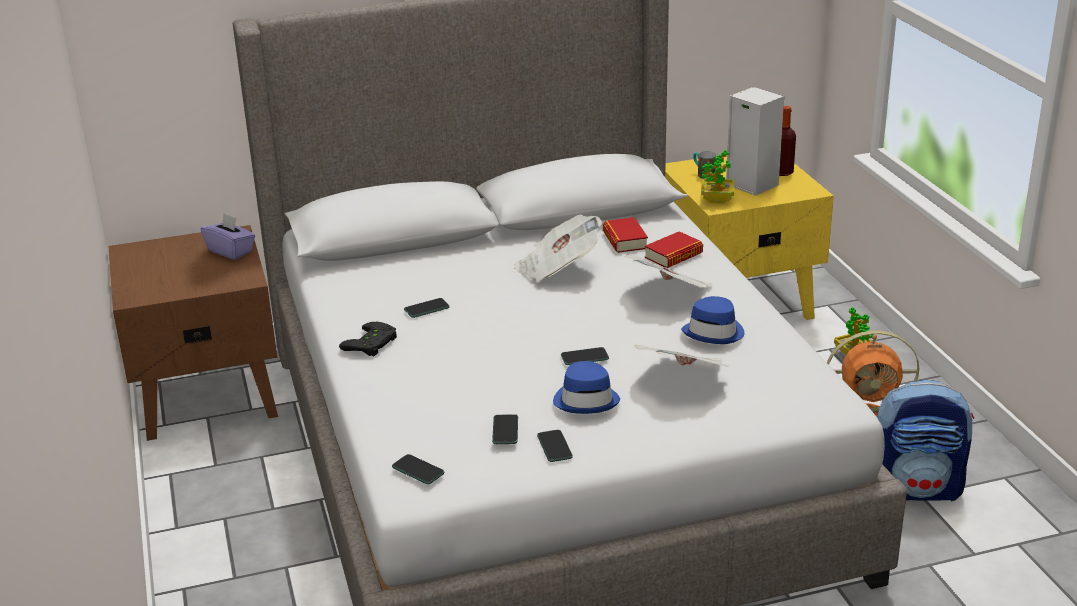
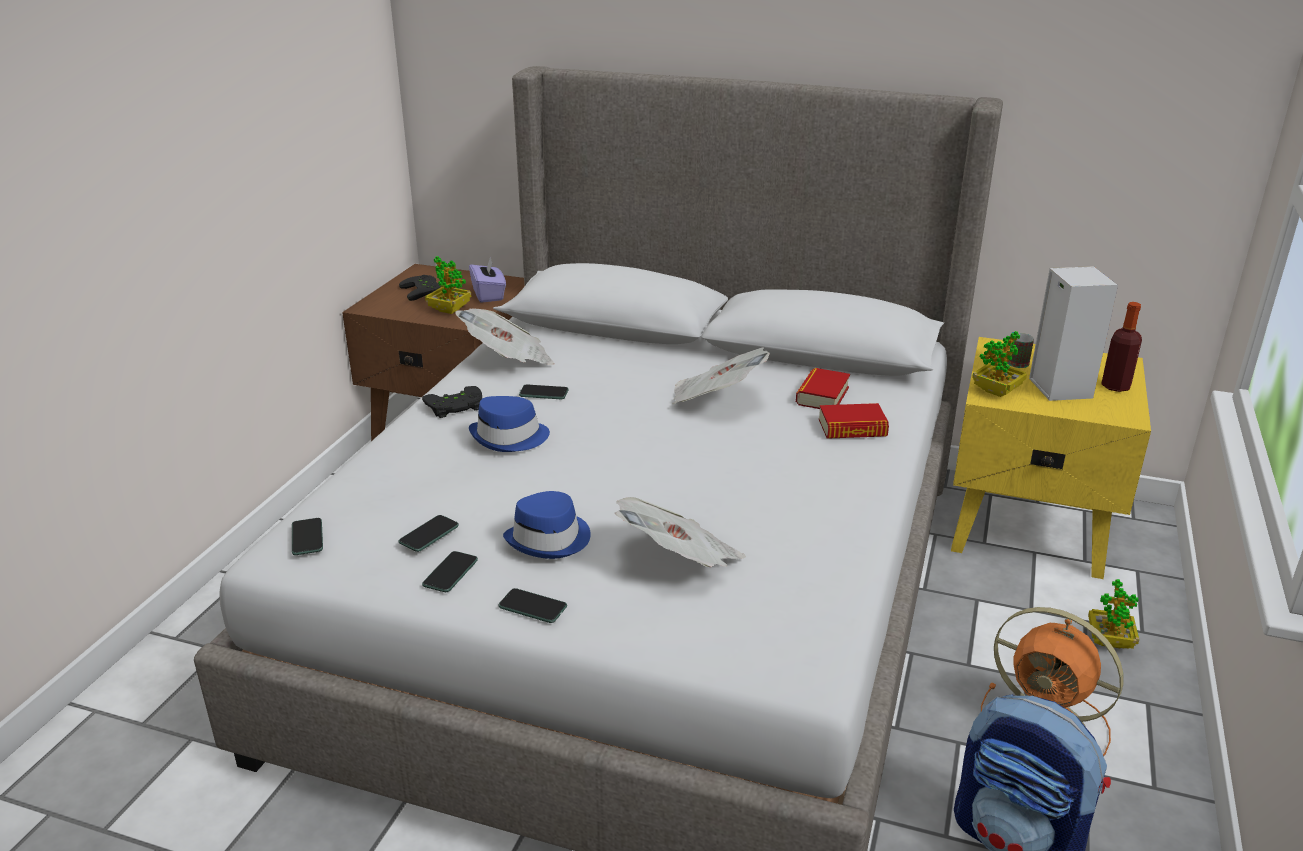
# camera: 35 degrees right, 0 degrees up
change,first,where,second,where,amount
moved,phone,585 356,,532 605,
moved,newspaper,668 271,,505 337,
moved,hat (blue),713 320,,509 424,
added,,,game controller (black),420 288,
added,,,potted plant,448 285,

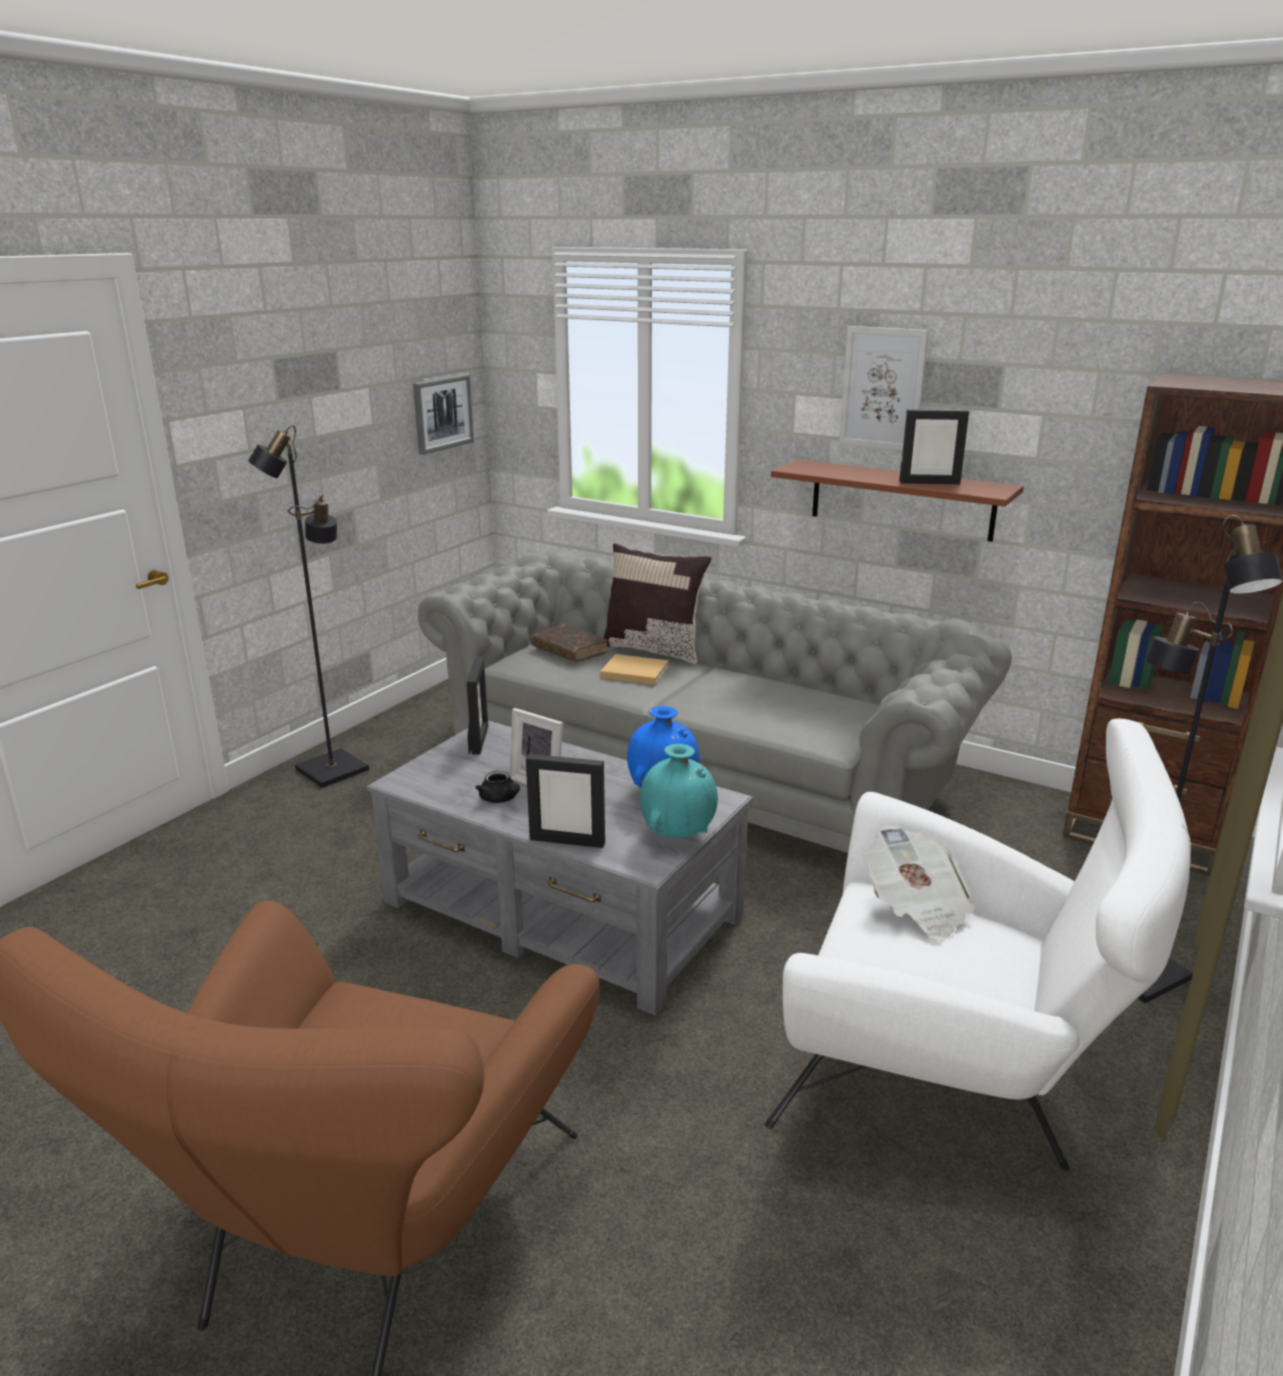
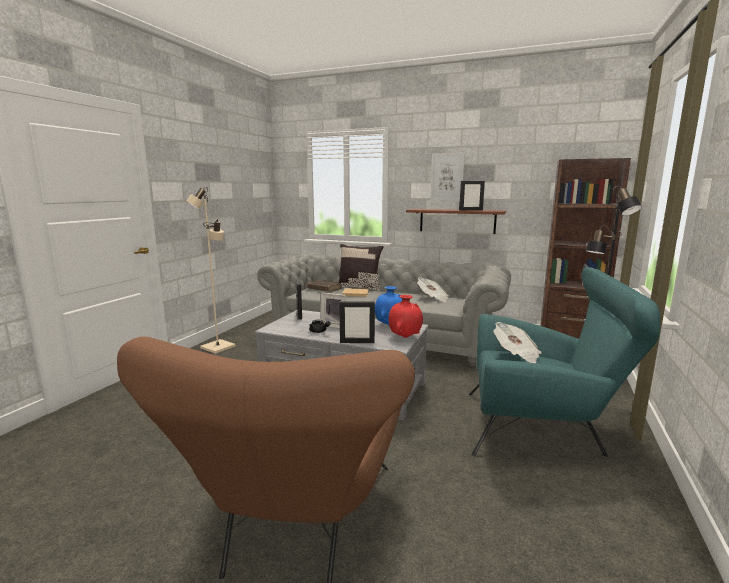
# camera: 10 degrees left, 10 degrees down
change,first,where,second,where,amount
recoloured,floor lamp (black),308 606,floor lamp (beige),211 270,
removed,picture,443 414,,,
recoloured,vase (turquoise),679 791,vase (red),405 316,
recoloured,armchair (white),977 945,armchair (turquoise),564 362,
added,,,newspaper,433 289,

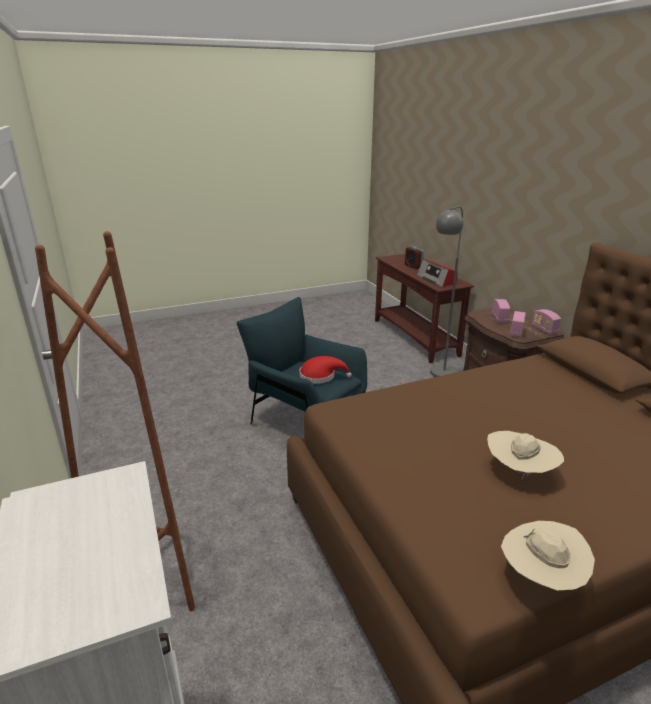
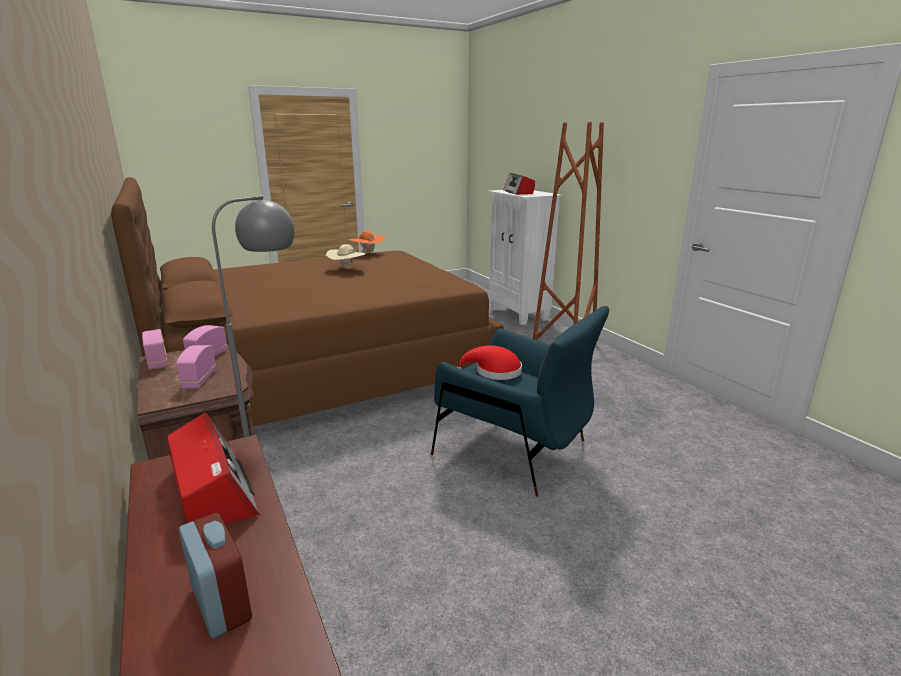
# camera: 175 degrees right, 5 degrees down
change,first,where,second,where,amount
recoloured,hat (beige),548 555,hat (orange),367 242,
added,,,radio,519 184,

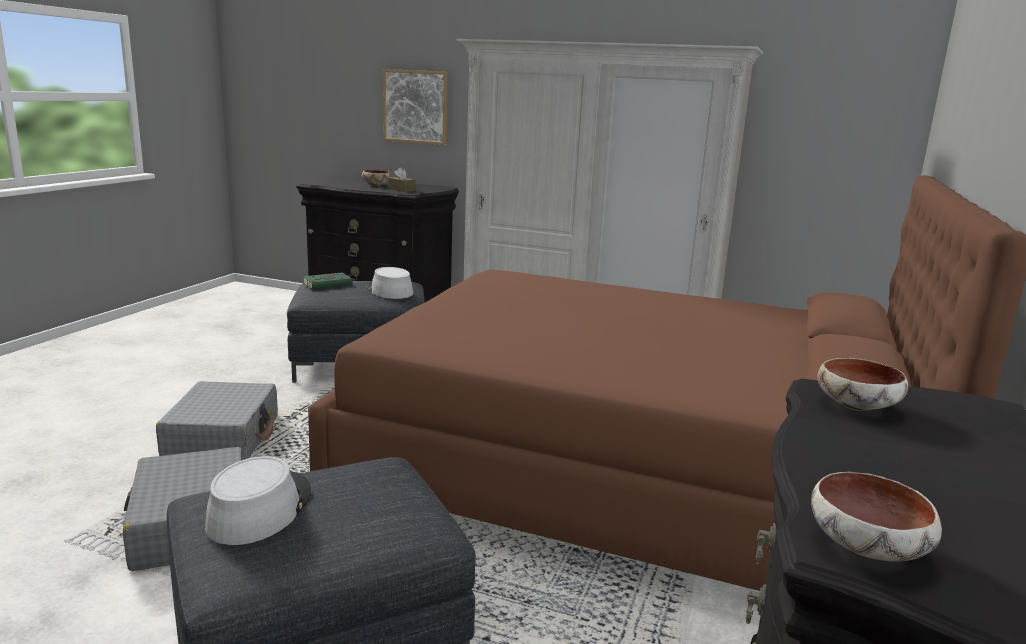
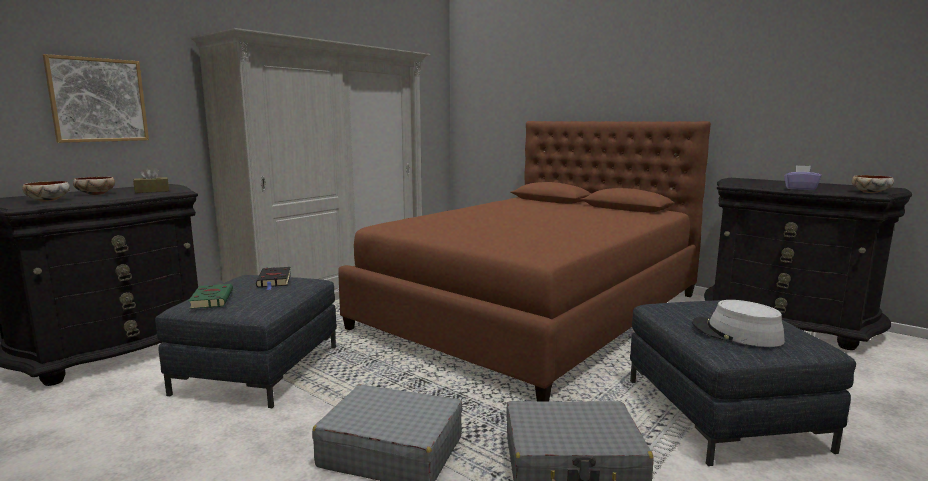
# camera: 70 degrees left, 5 degrees down
change,first,where,second,where,amount
replaced,hat (grey),389 283,book (black),273 278,
moved,bowl,862 384,,46 191,
added,,,tissue box (purple),803 177,

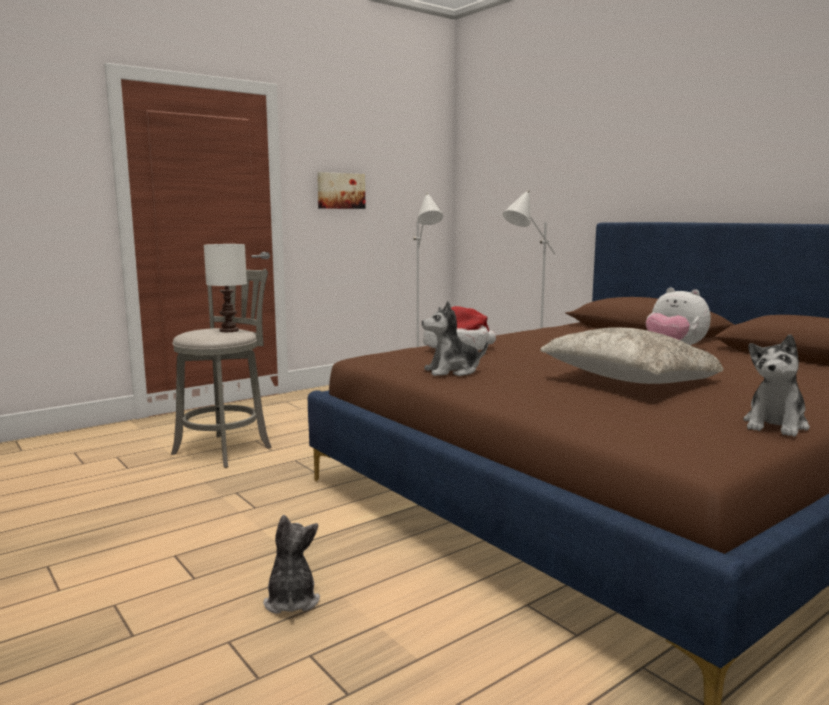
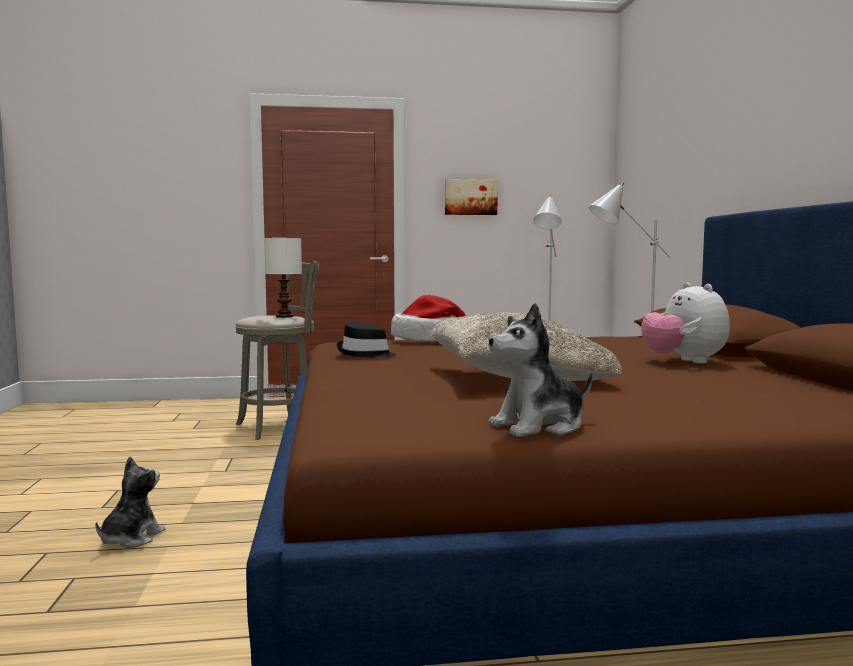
# camera: 30 degrees right, 5 degrees down
change,first,where,second,where,amount
replaced,plush toy,455 338,hat (black),366 340,

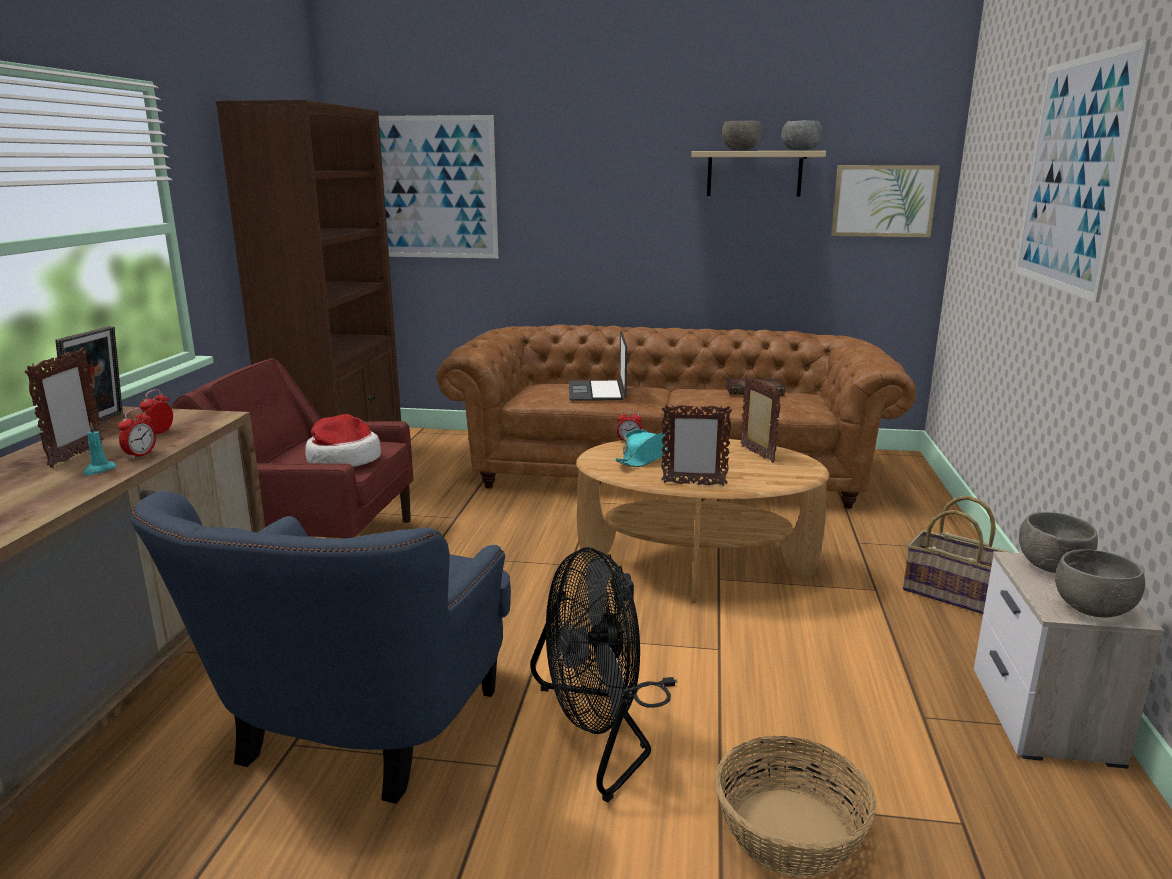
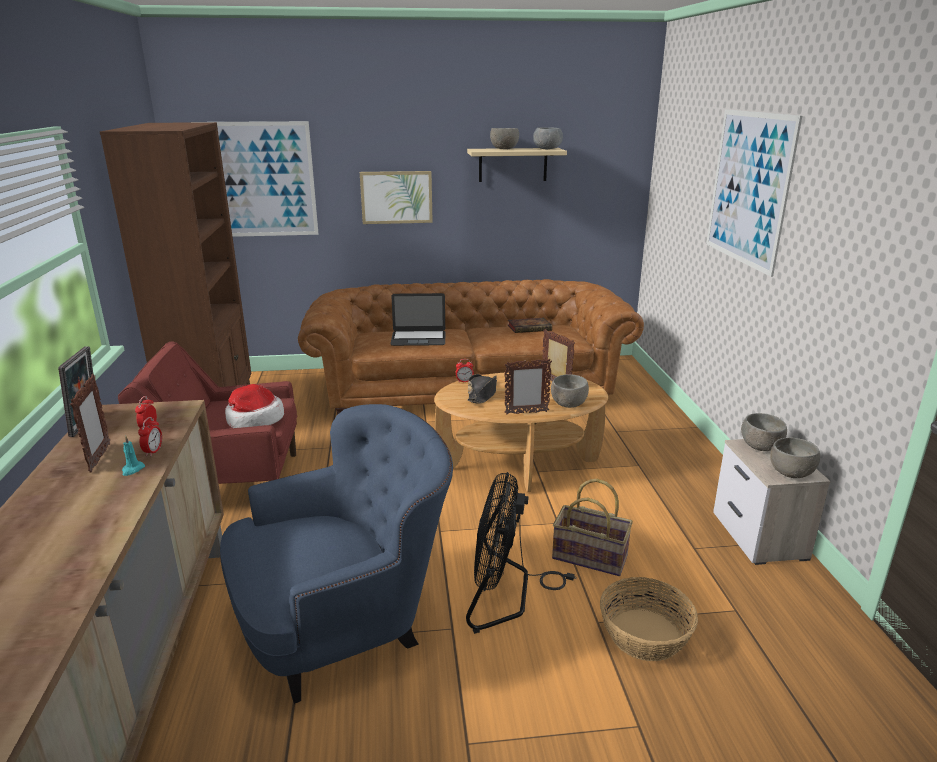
# camera: 15 degrees left, 5 degrees up
change,first,where,second,where,amount
turned,armchair (blue),320 647,,336 554,120 degrees counterclockwise
turned,fan (black),604 675,,521 553,45 degrees clockwise
turned,laptop,598 366,,417 319,75 degrees counterclockwise
recoloured,hat (turquoise),641 448,hat (black),482 388,
moved,picture,885 201,,396 197,
moved,basket,957 555,,592 527,
added,,,bowl (grey),570 391,

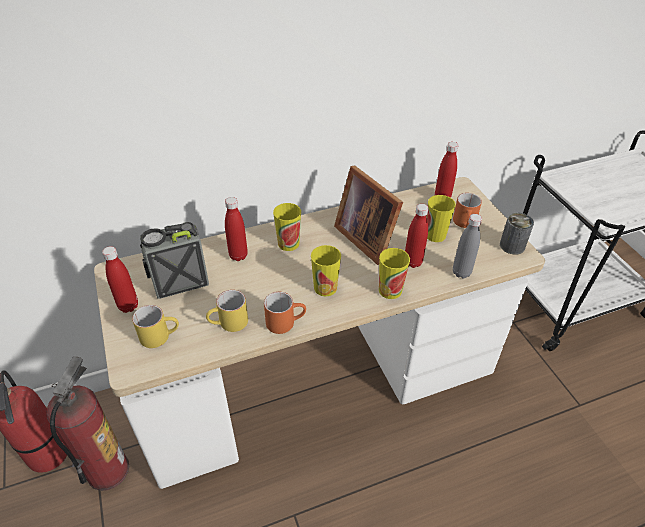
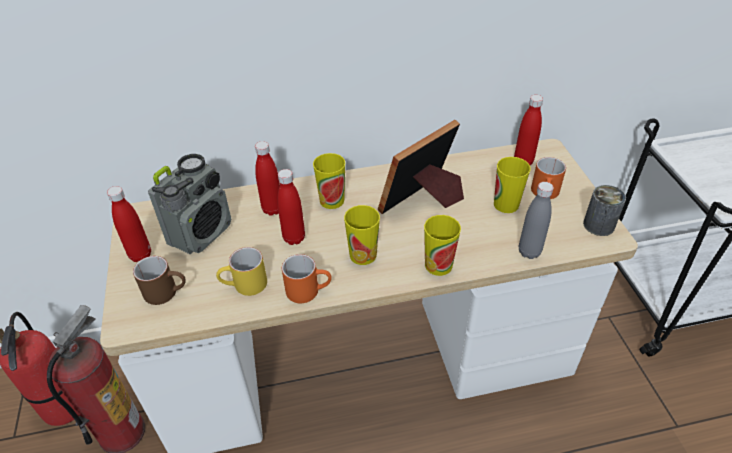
# camera: 10 degrees right, 0 degrees up
change,first,where,second,where,amount
recoloured,mug (yellow),155 326,mug (brown),159 280,
turned,radio,174 260,,189 204,135 degrees clockwise
turned,picture frame,368 215,,421 167,75 degrees clockwise
moved,bottle (red),417 236,,291 207,

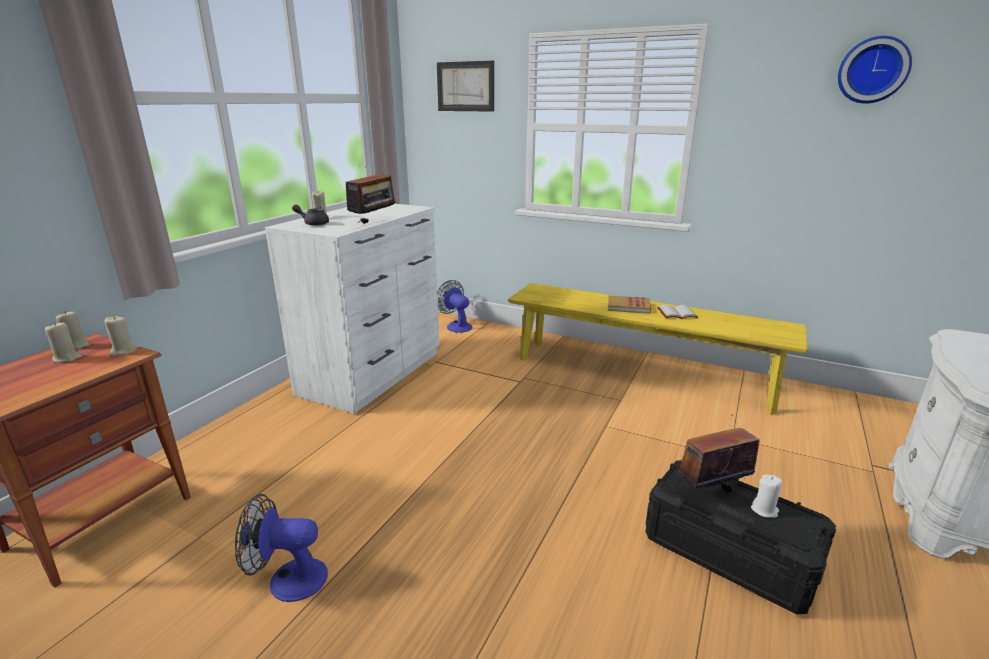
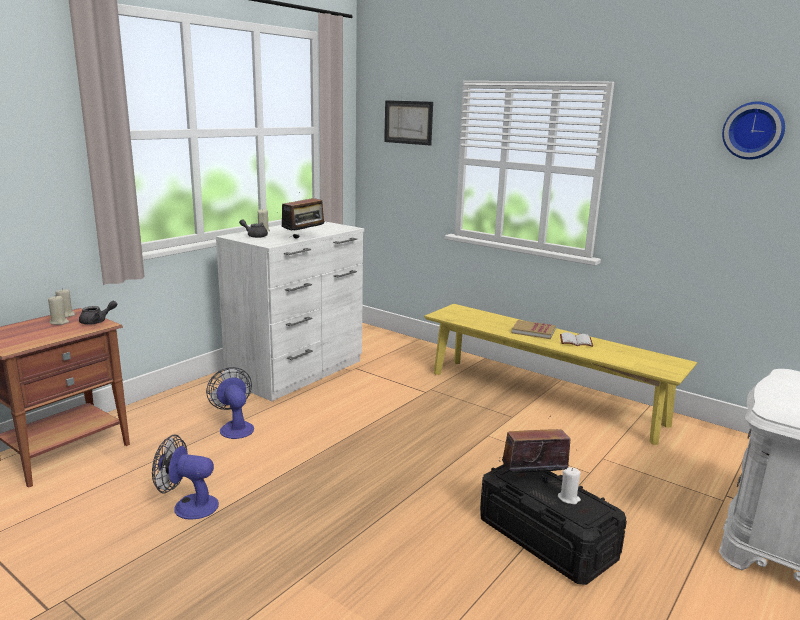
# camera: 10 degrees right, 5 degrees down
change,first,where,second,where,amount
replaced,candle (beige),121 336,teapot (grey),98 313,
moved,fan,455 306,,230 403,

